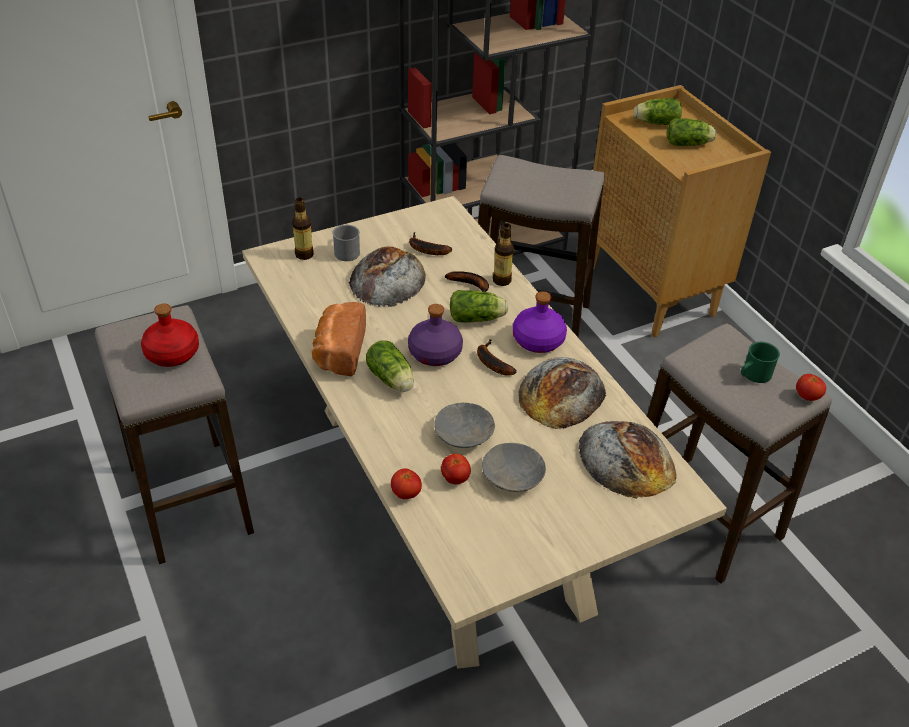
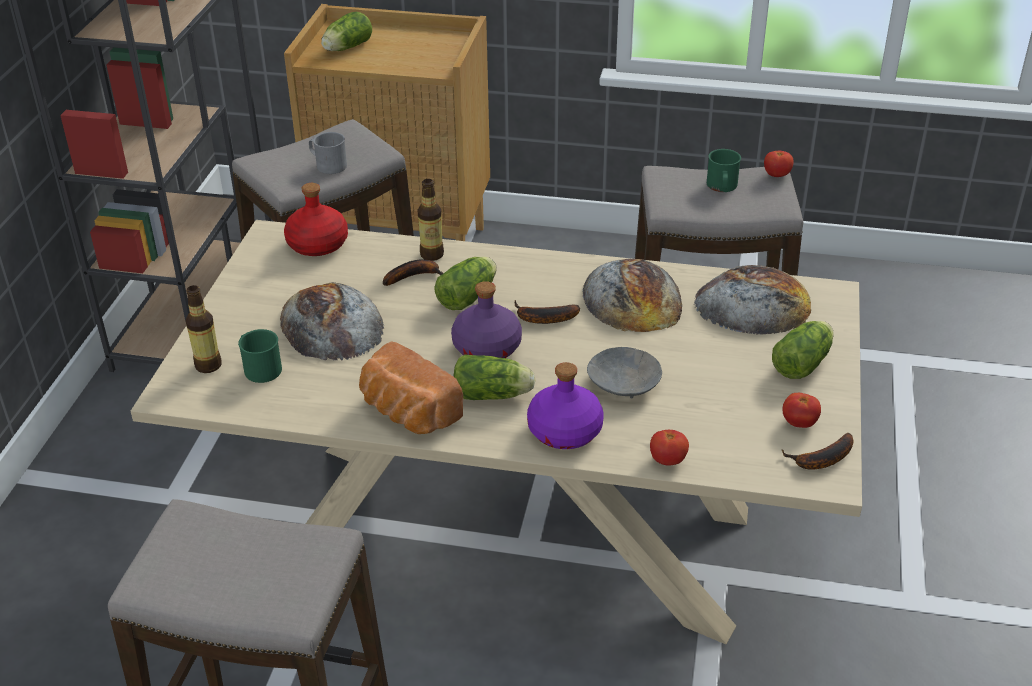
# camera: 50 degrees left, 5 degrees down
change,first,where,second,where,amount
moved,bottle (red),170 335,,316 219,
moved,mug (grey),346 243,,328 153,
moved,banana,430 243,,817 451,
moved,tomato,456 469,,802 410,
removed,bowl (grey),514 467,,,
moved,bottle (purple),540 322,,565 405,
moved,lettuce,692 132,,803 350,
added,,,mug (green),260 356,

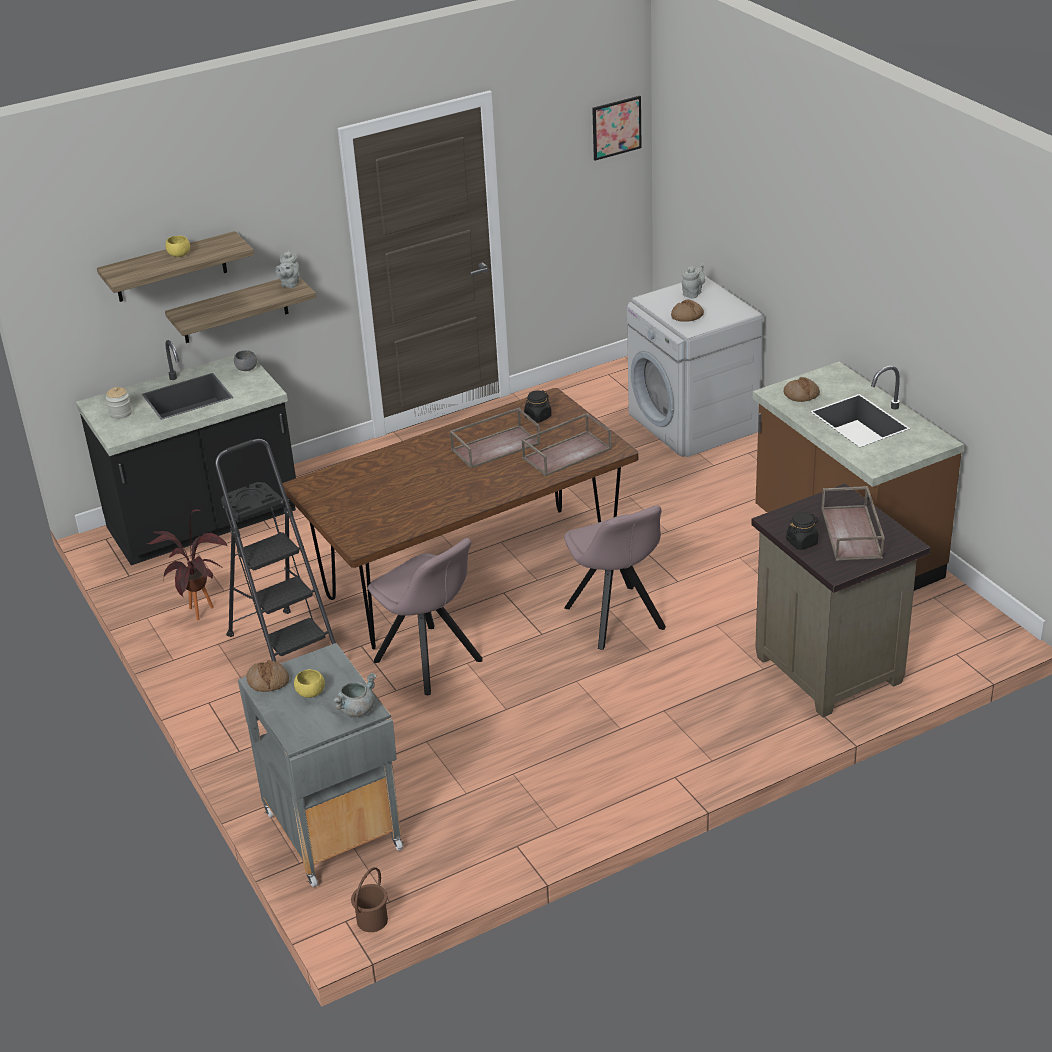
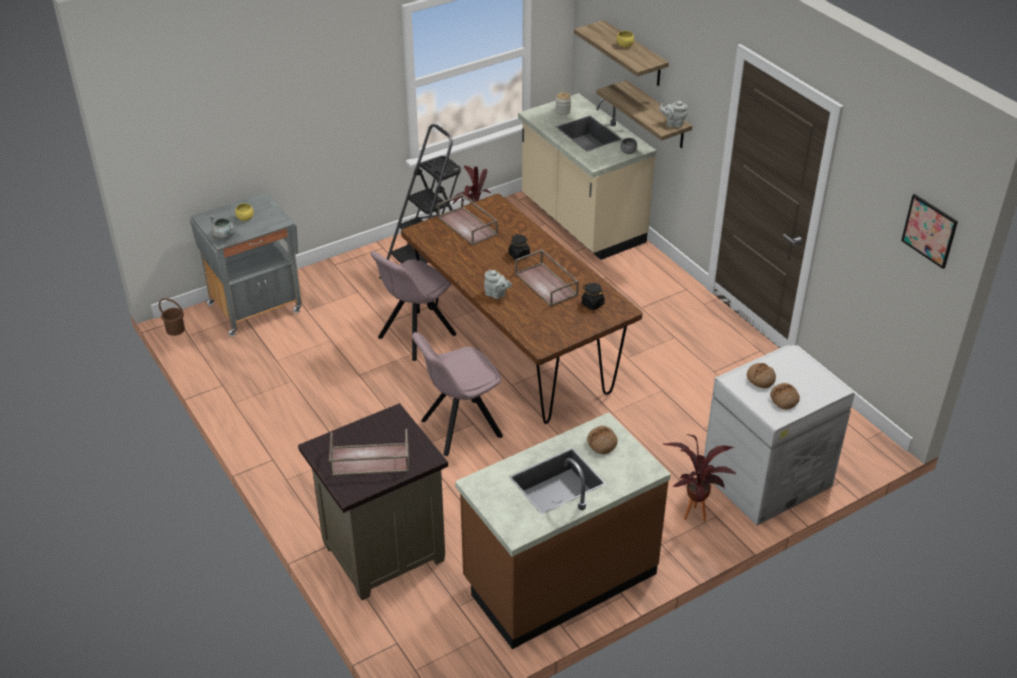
# camera: 85 degrees right, 5 degrees up
change,first,where,second,where,amount
recoloured,counter (black),186 452,counter (beige),587 176,
moved,bread,267 676,,785 396,
moved,tray (brown),566 444,,467 219,
moved,teapot (grey),693 281,,498 284,
moved,jar (black),802 531,,519 247,
added,,,potted plant,700 478,

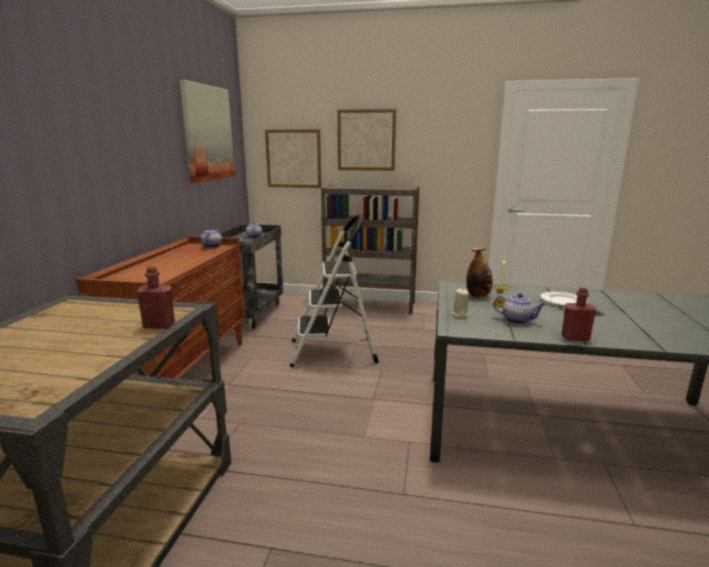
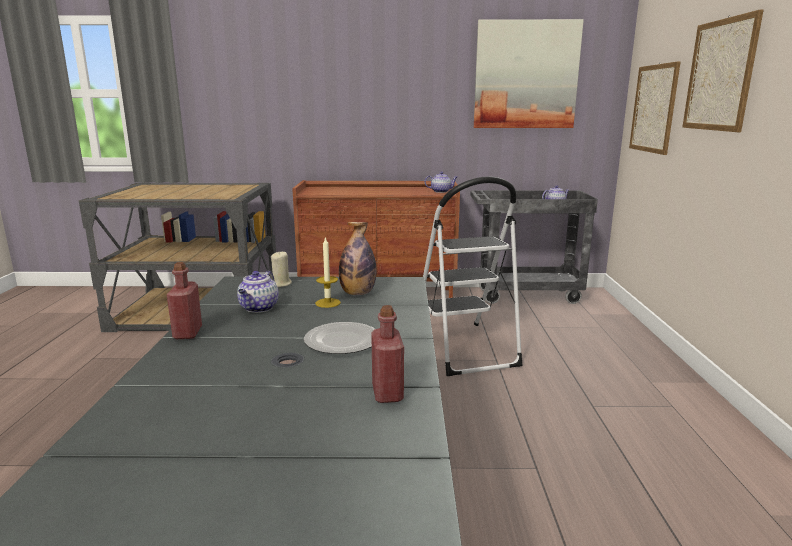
# camera: 80 degrees right, 0 degrees up
change,first,where,second,where,amount
moved,bottle (red),155 298,,387 354,
removed,bookcase (grey),370 249,,,

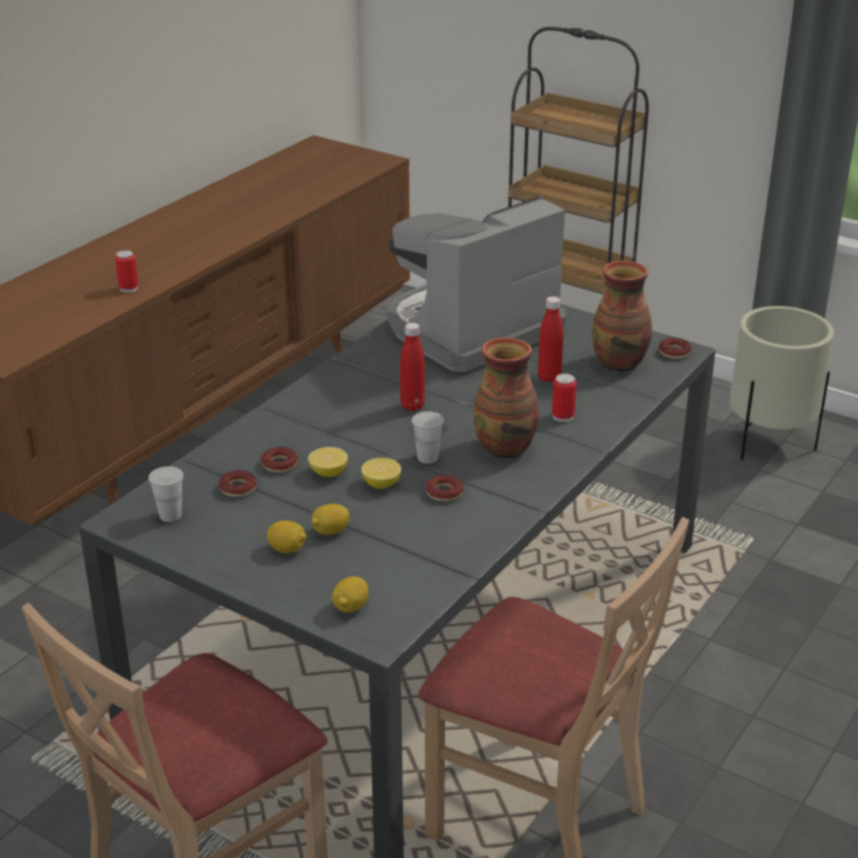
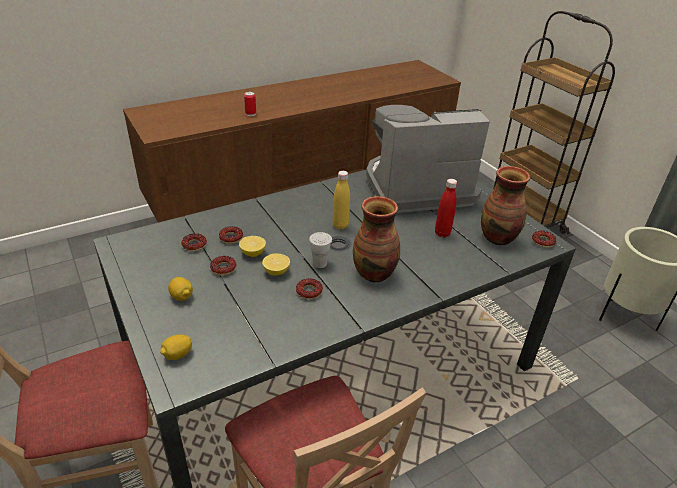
# camera: 25 degrees right, 5 degrees up
change,first,where,second,where,amount
removed,cup (white),166 494,,,
removed,lemon,330 519,,,
recoloured,bottle (red),412 367,bottle (yellow),341 200,
removed,can,564 397,,,
added,,,donut,223 266,

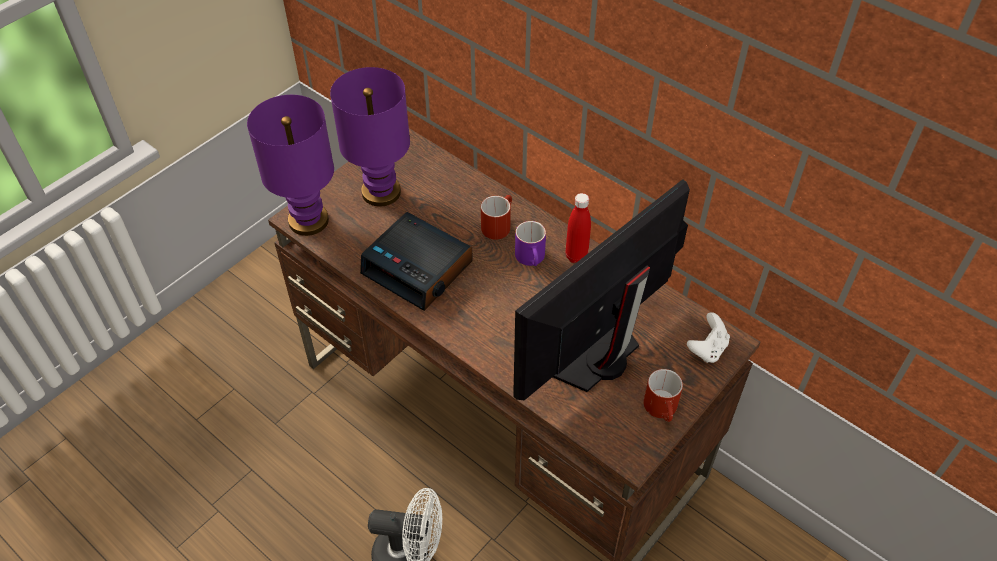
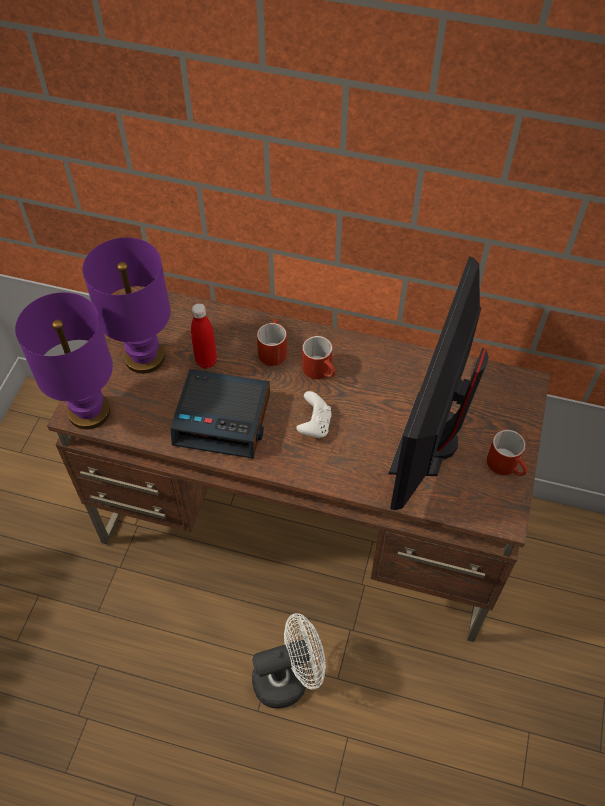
# camera: 25 degrees left, 5 degrees up
change,first,where,second,where,amount
recoloured,mug (purple),530 243,mug (red),318 357,
moved,bottle (red),578 228,,204 336,
moved,game controller (white),708 337,,314 414,

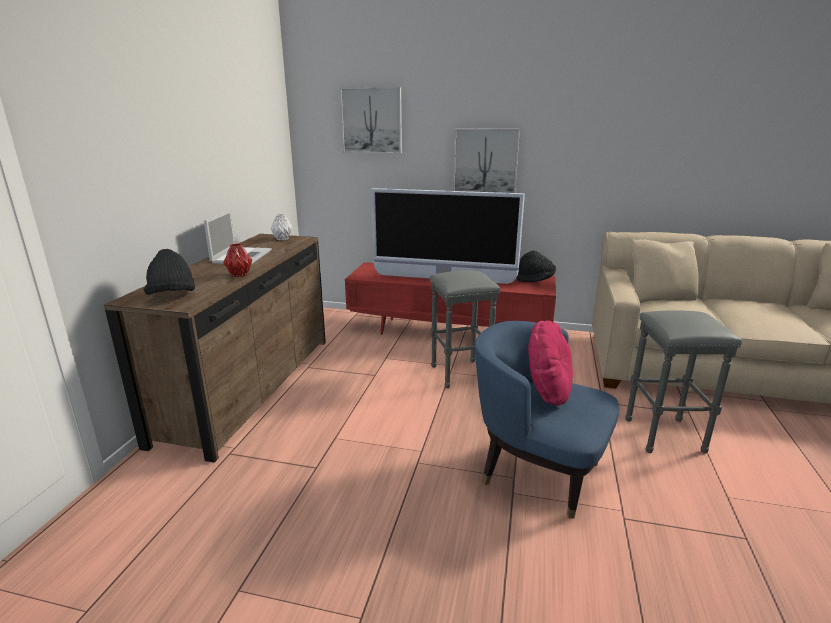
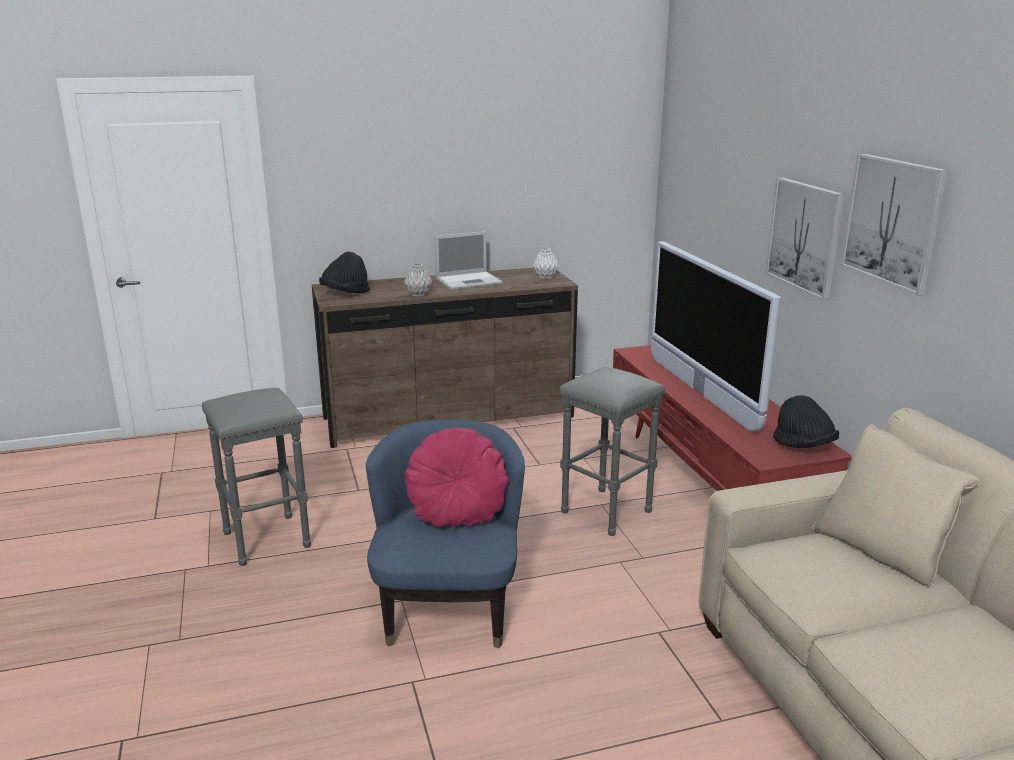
# camera: 60 degrees right, 0 degrees up
change,first,where,second,where,amount
recoloured,vase (red),237 260,vase (grey),418 280,
moved,picture,371 120,,894 225,
moved,stool (grey),683 381,,256 477,

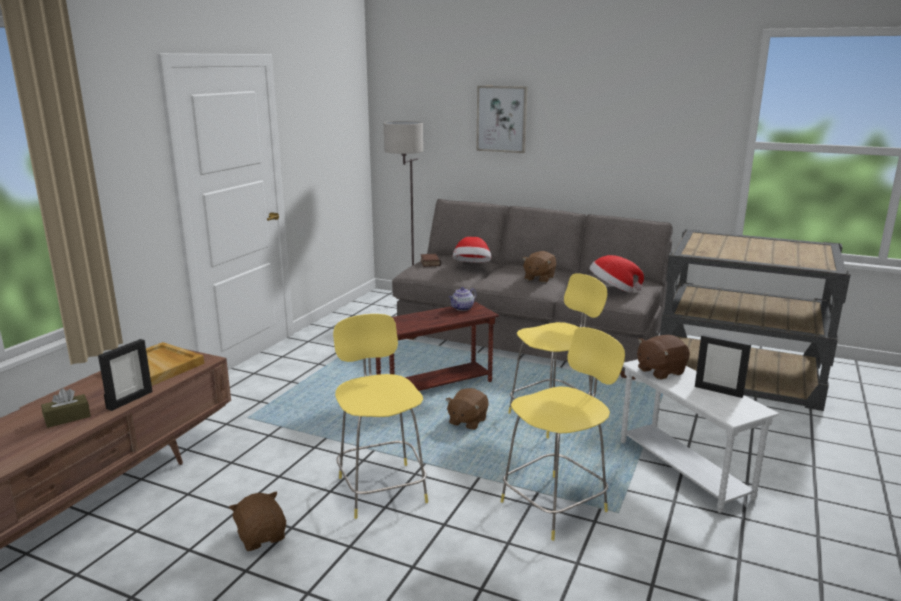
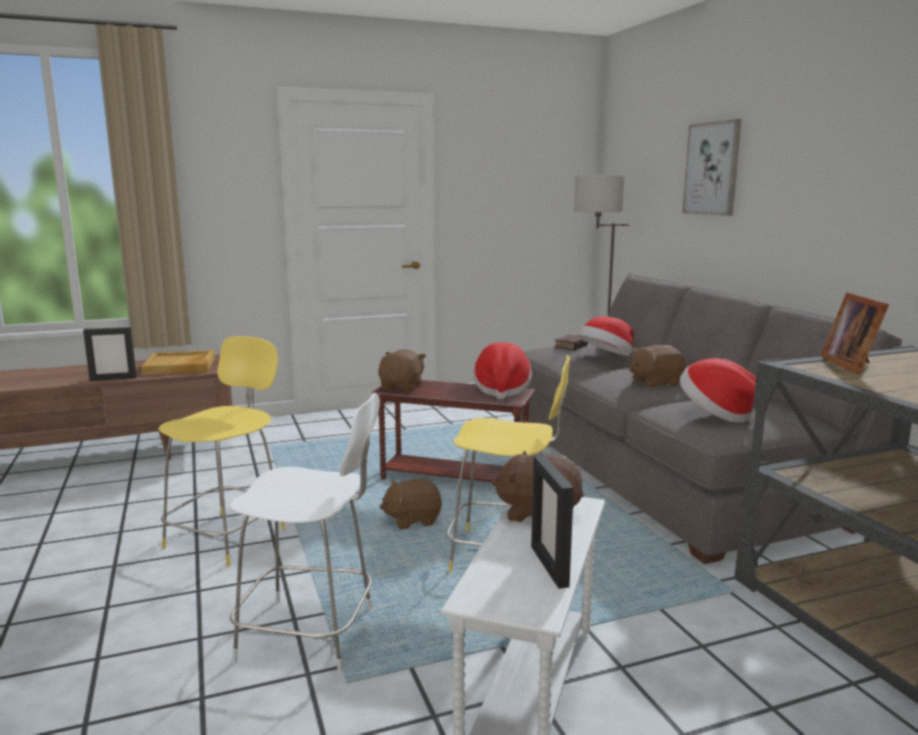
# camera: 45 degrees right, 5 degrees down
change,first,where,second,where,amount
removed,tissue box (brown),66 408,,,
moved,plush toy (brown),257 521,,402 370,
replaced,teapot,462 299,hat,502 371,
recoloured,stool (yellow),563 434,stool (white),305 533,
added,,,picture frame,855 333,

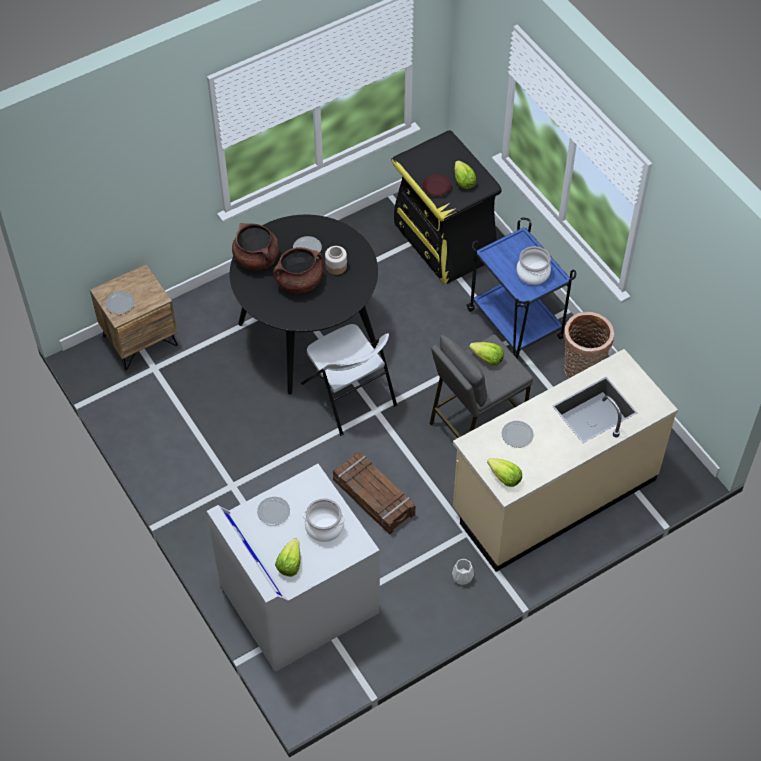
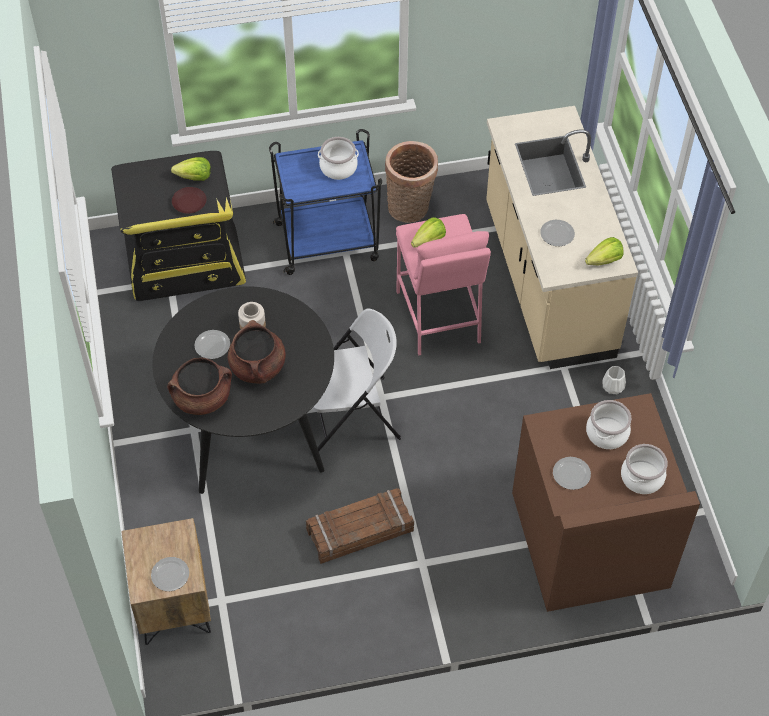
# camera: 70 degrees left, 0 degrees up
change,first,where,second,where,amount
recoloured,washing machine (white),293 568,washing machine (brown),606 502,
replaced,lettuce,288 557,cooking pot,644 469,
moved,crate,374 493,,360 526,
recoloured,stool (grey),481 386,stool (pink),443 285,

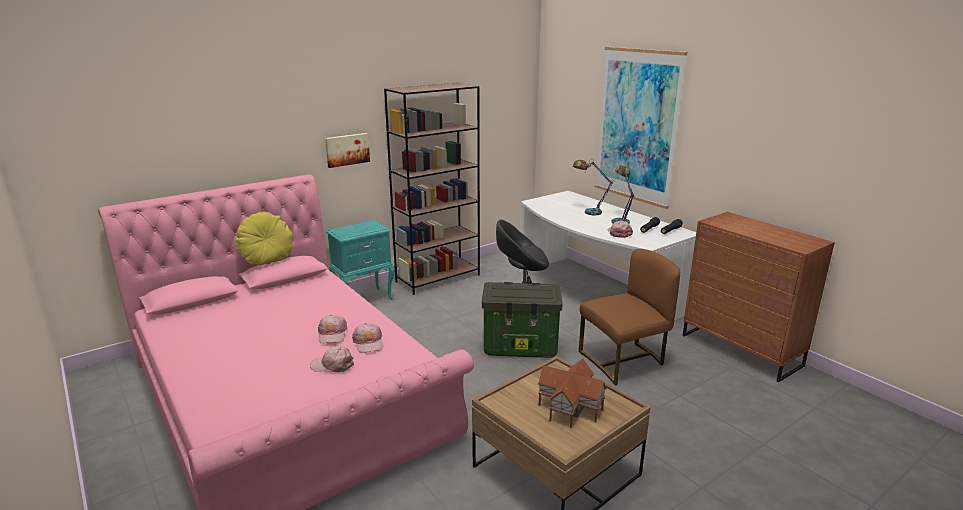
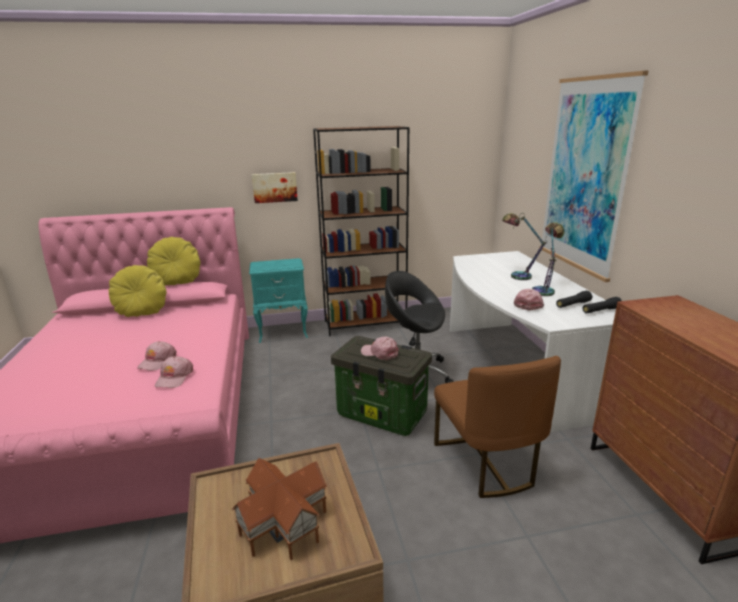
# camera: 25 degrees right, 0 degrees up
change,first,where,second,where,amount
moved,cap (pink),332 359,,380 348,
turned,chair (brown),629 317,,497 427,75 degrees clockwise
added,,,pillow (yellow),138 291,

